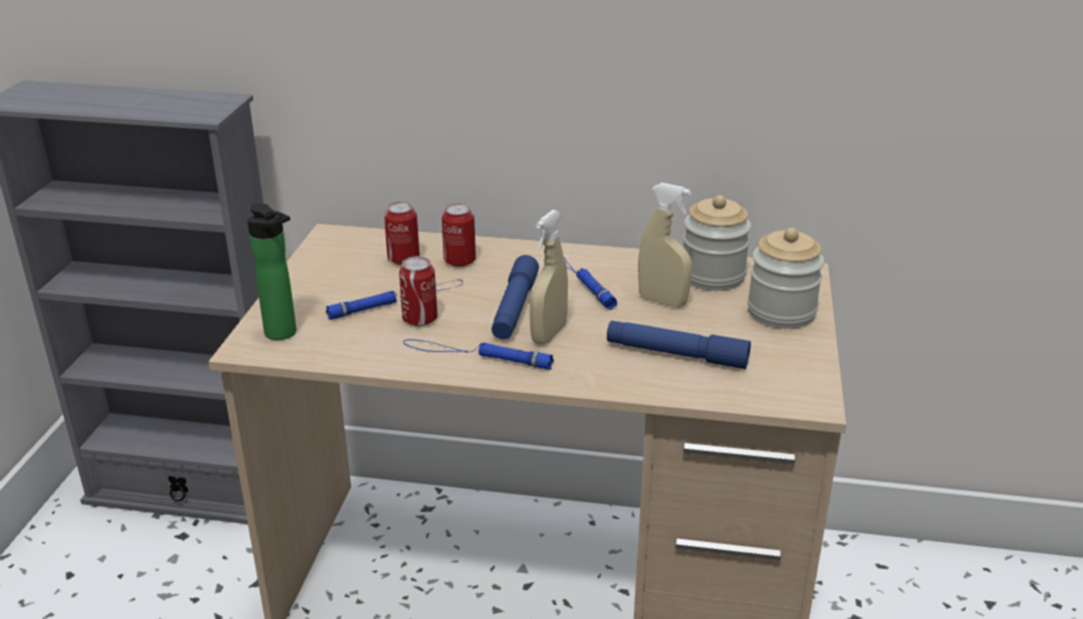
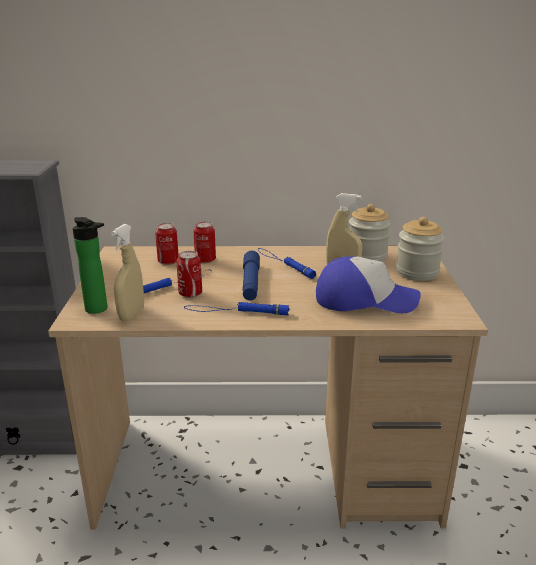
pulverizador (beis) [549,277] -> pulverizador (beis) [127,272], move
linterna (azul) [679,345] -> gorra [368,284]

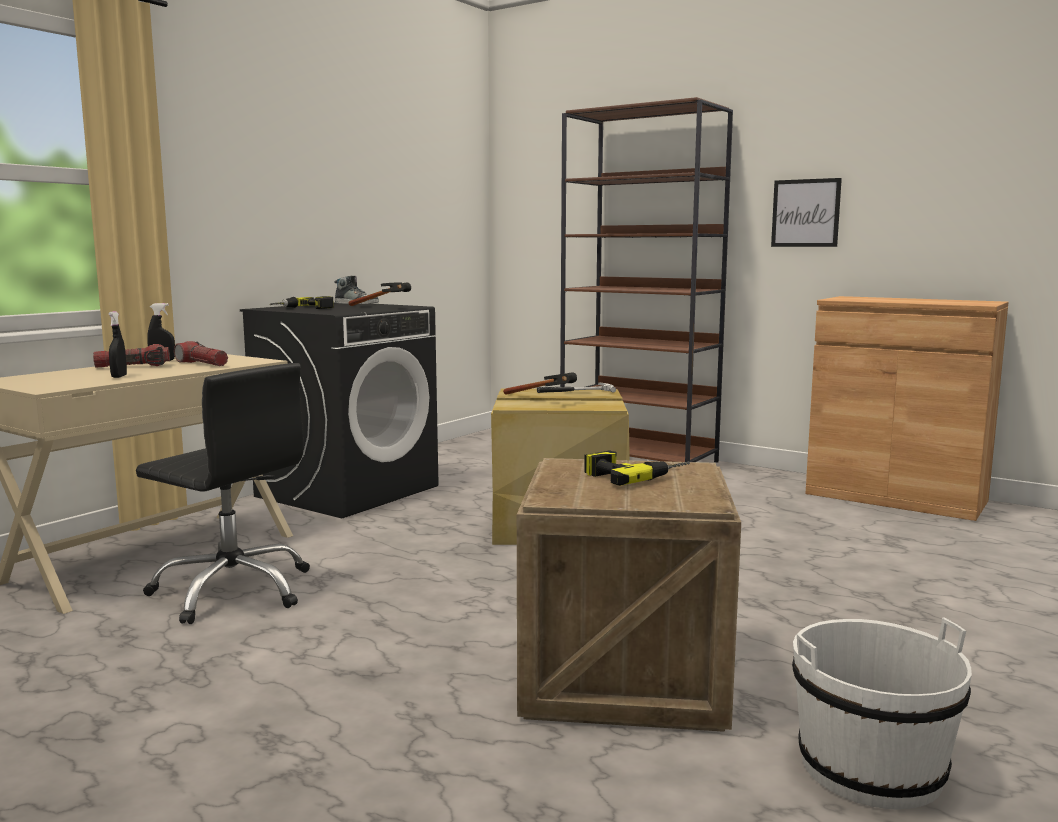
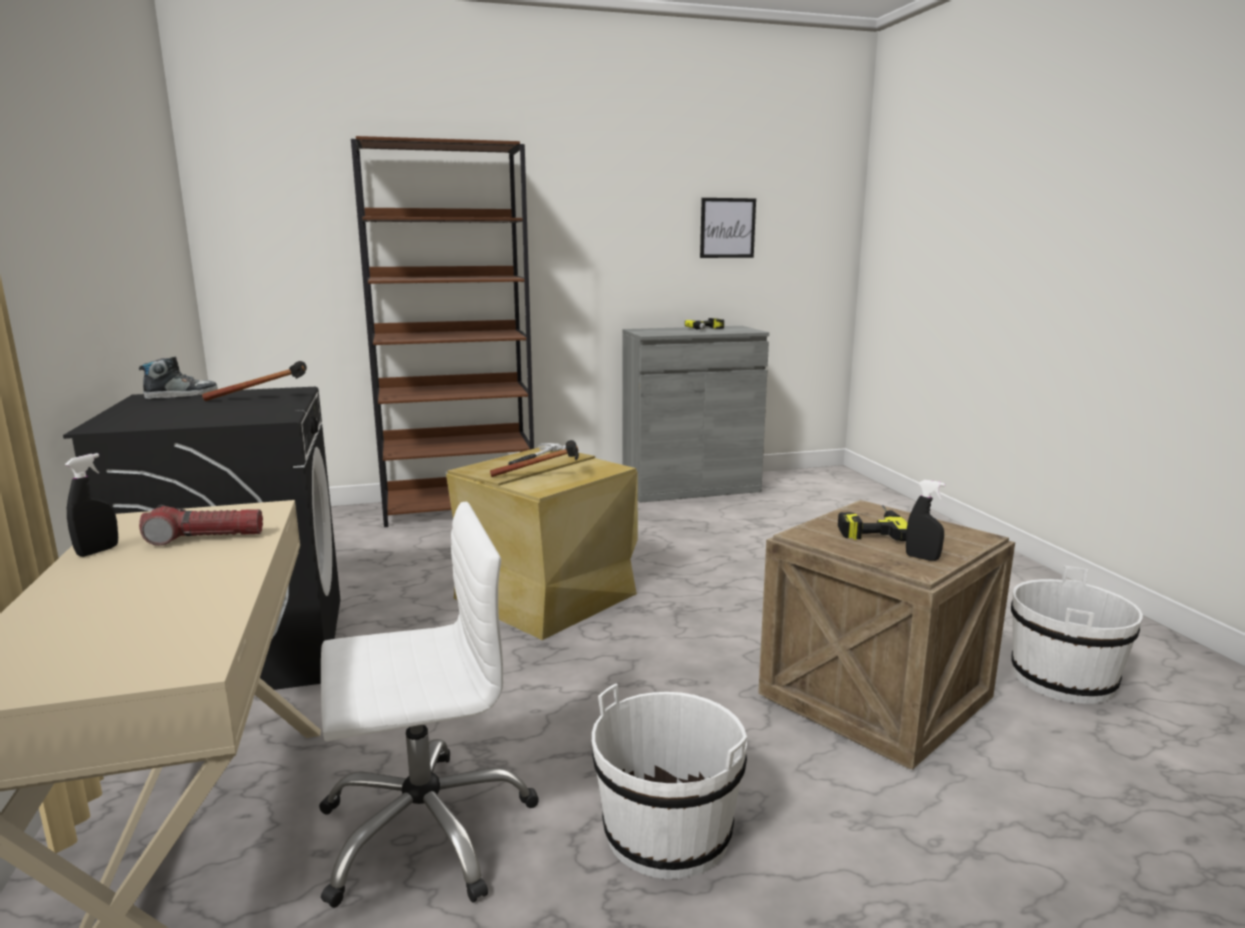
silla de oficina (negro) [223,493] -> silla de oficina (blanco) [429,704]
none -> cubo (blanco) [669,781]
armario (marrón) [907,408] -> armario (gris) [695,414]
taladro [302,302] -> taladro [704,324], move
cuadro [806,212] -> cuadro [728,228], move
pulverizador (negro) [117,344] -> pulverizador (negro) [925,520], move
linterna [131,356] -> none

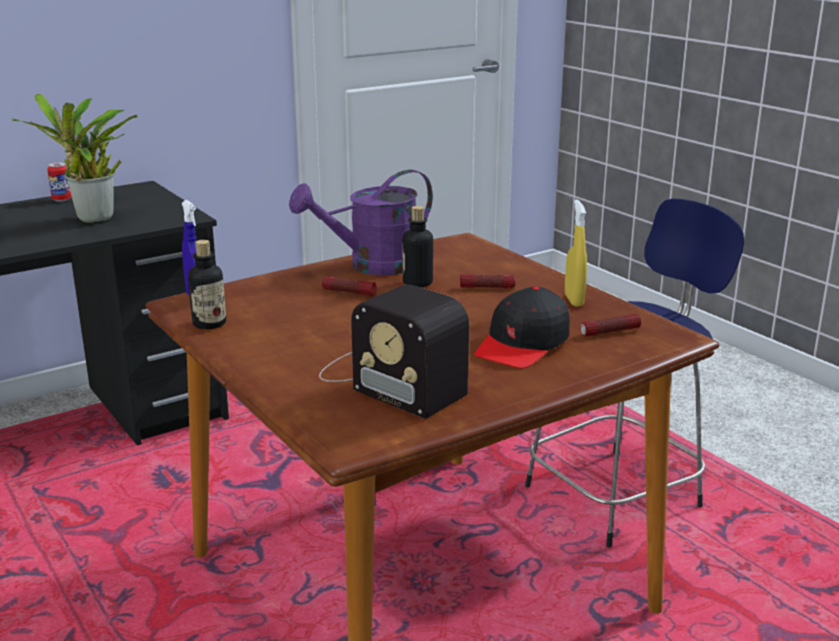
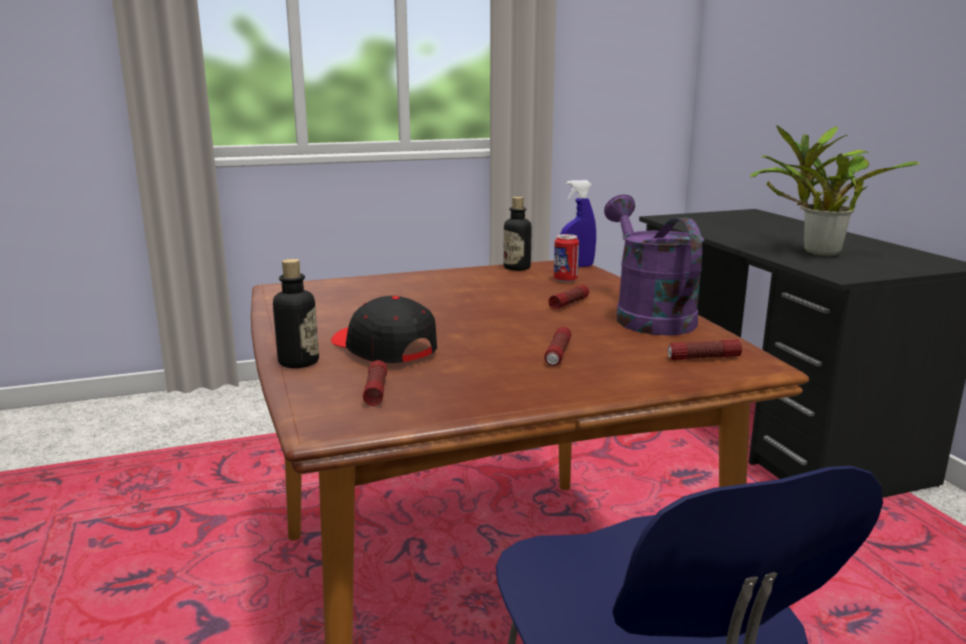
botella [418,246] -> botella [296,313], move
lata [59,182] -> lata [566,258], move
none -> linterna [705,349]
radio [394,351] -> none
pulverizador (amarillo) [576,253] -> none

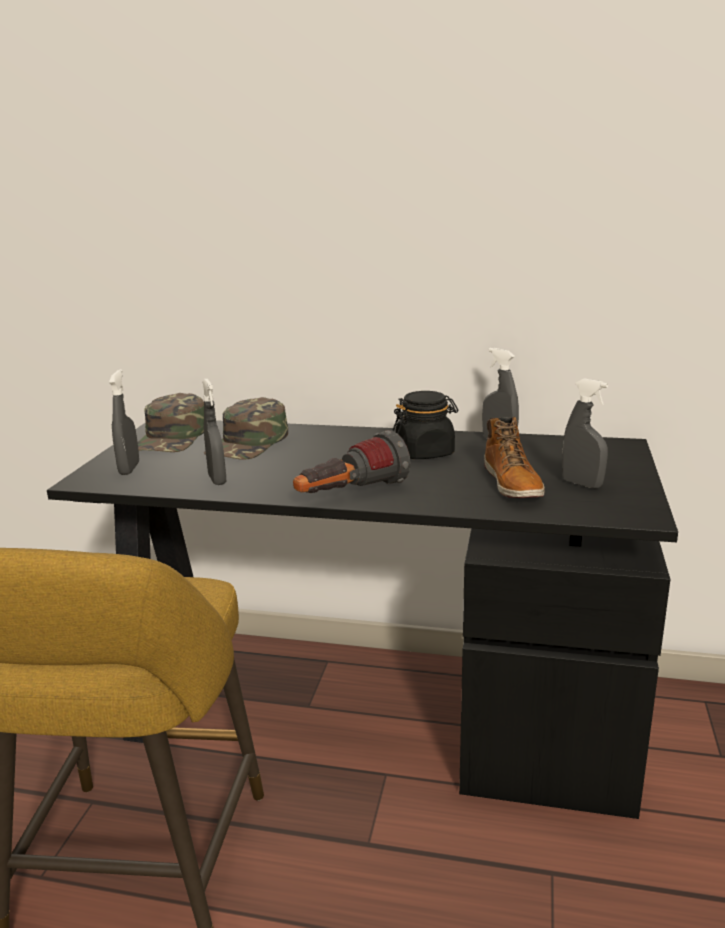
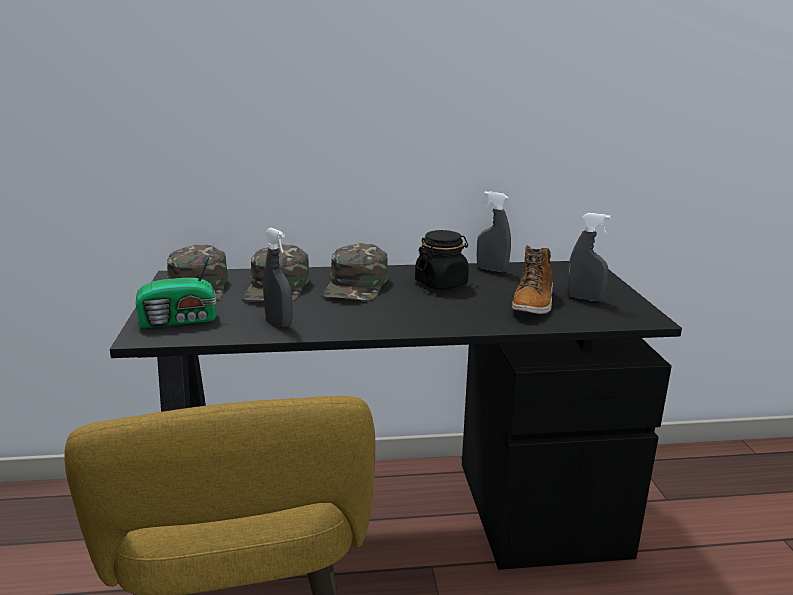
pulverizador (gris) [124,422] -> radio [176,286]
none -> gorra (verde) [355,272]
bota [514,457] -> bota [532,280], 45 degrees clockwise
linterna [352,461] -> none

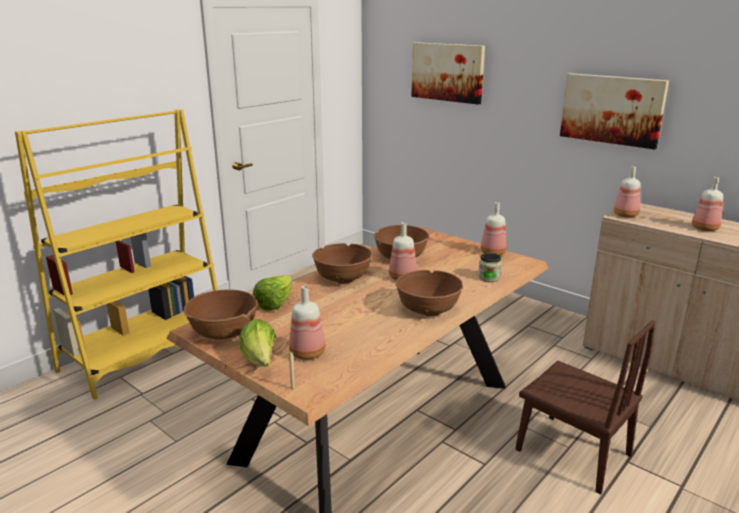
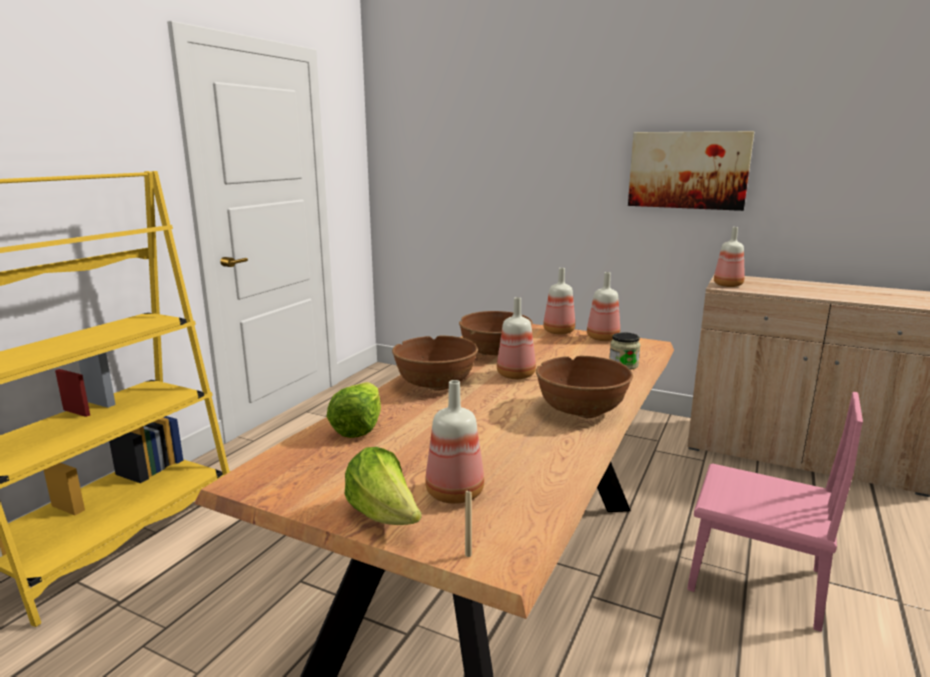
botella [707,204] -> botella [559,301], move
silla (marrón) [586,407] -> silla (rosa) [775,512]
cuenco (marrón) [221,314] -> none
cuadro [448,73] -> none

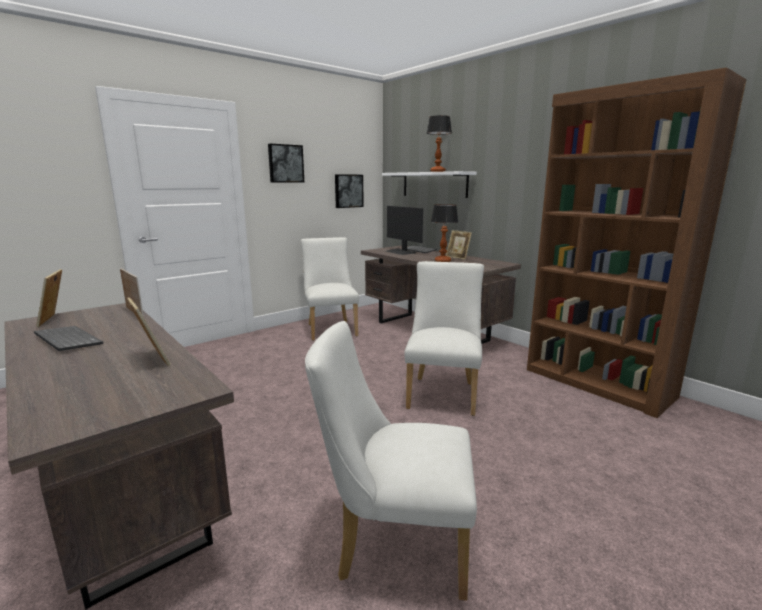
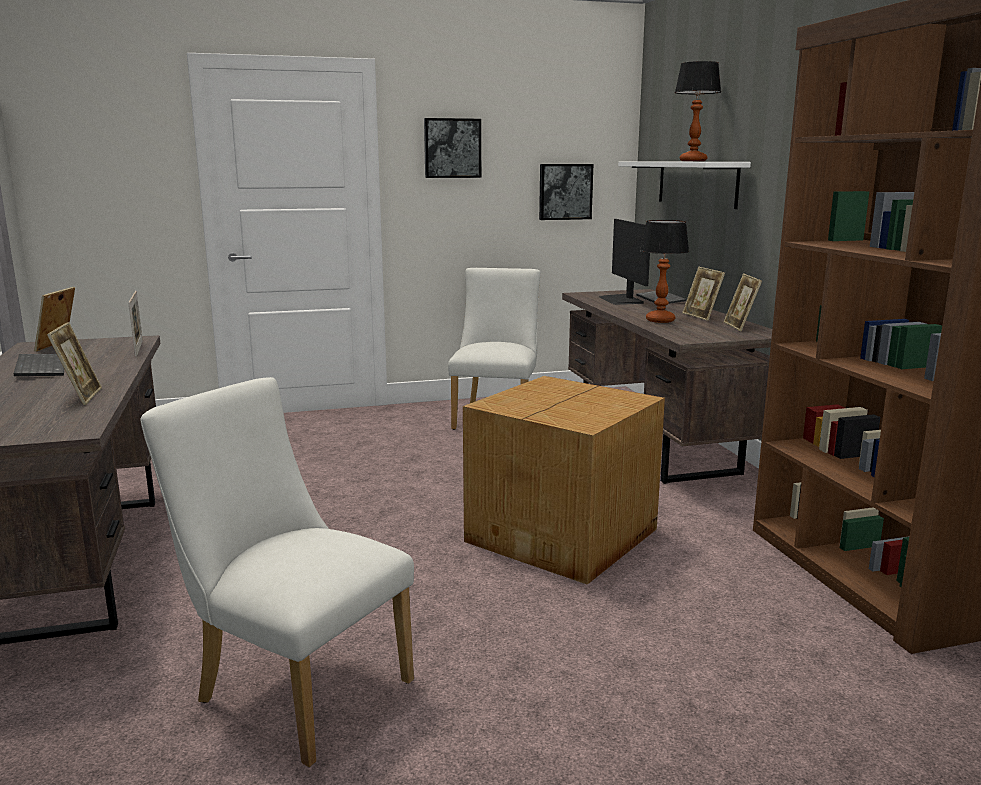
silla (blanco) [444,338] -> caja de cartón [564,480]
none -> portarretratos [743,302]

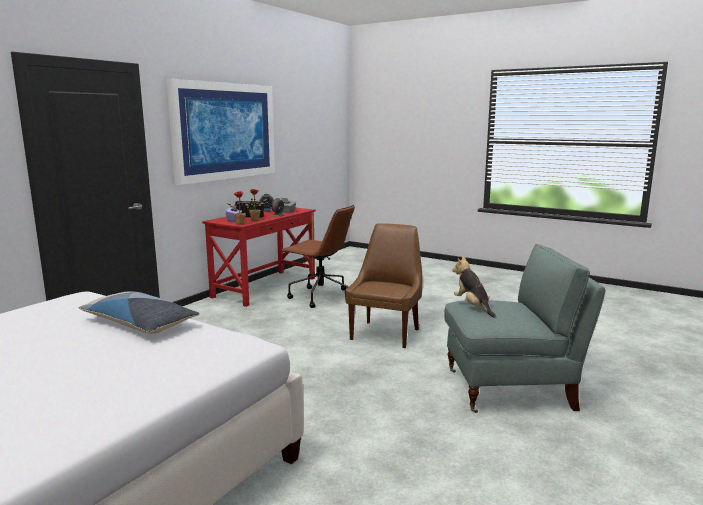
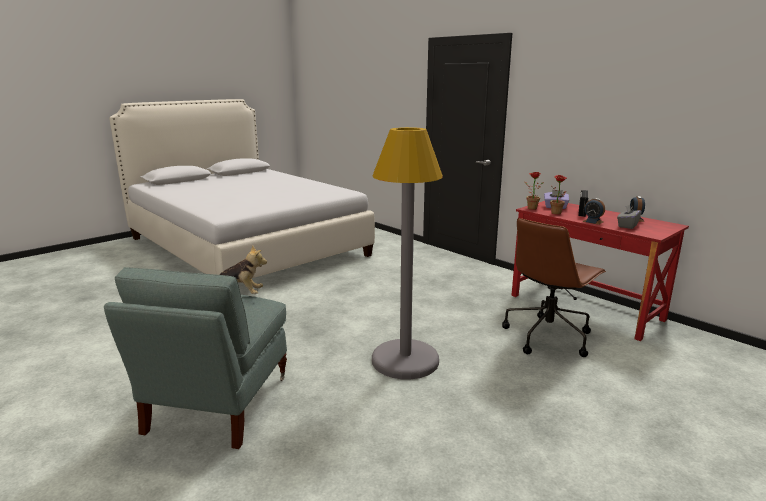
silla (marrón) [384,285] -> lámpara de pie (gris) [407,253]
cojín [138,312] -> none
cuadro [221,132] -> none

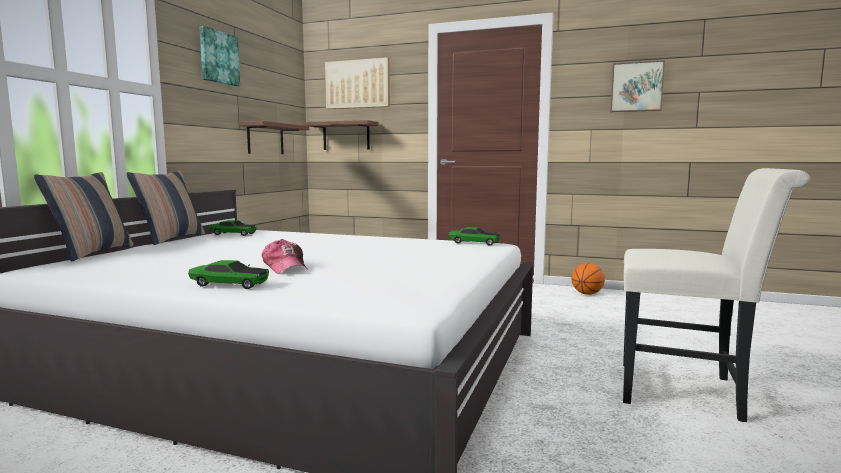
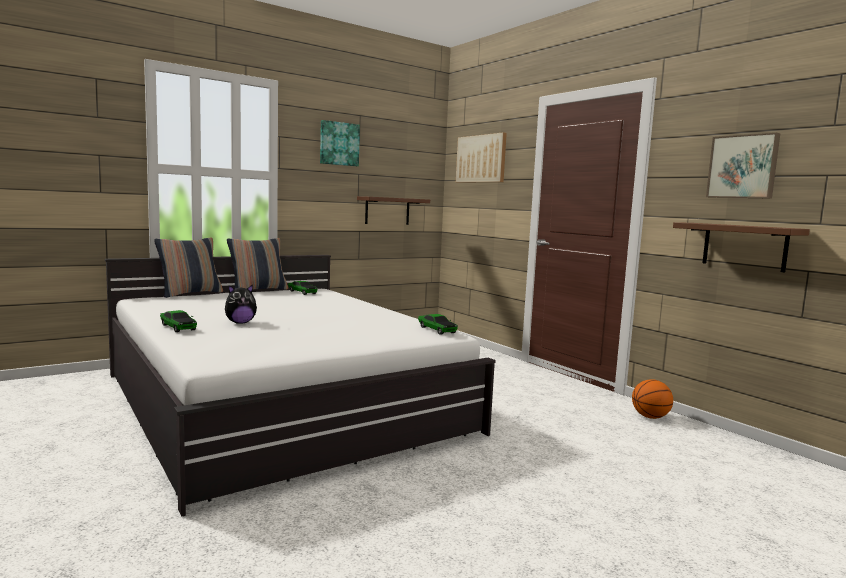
gorra [284,256] -> peluche [241,304]
estante (marrón) [340,135] -> estante (marrón) [741,247], move
silla (blanco) [716,295] -> none

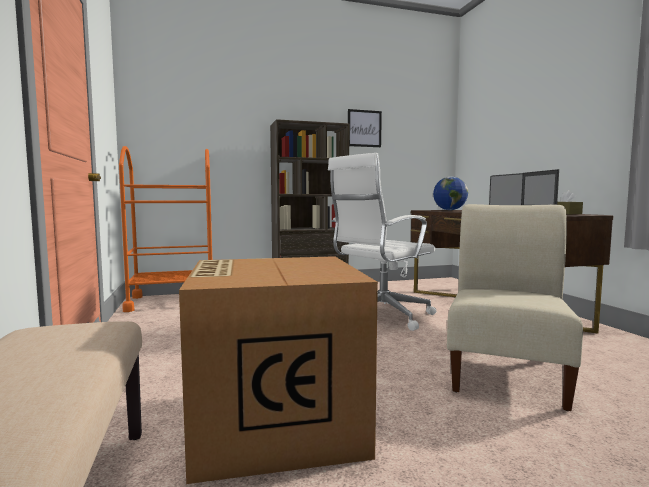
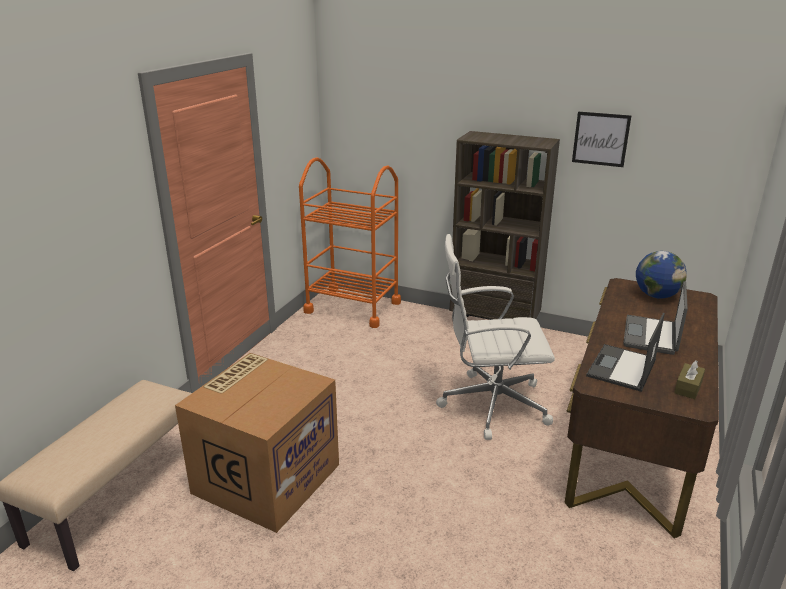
silla (beis) [515,307] -> none

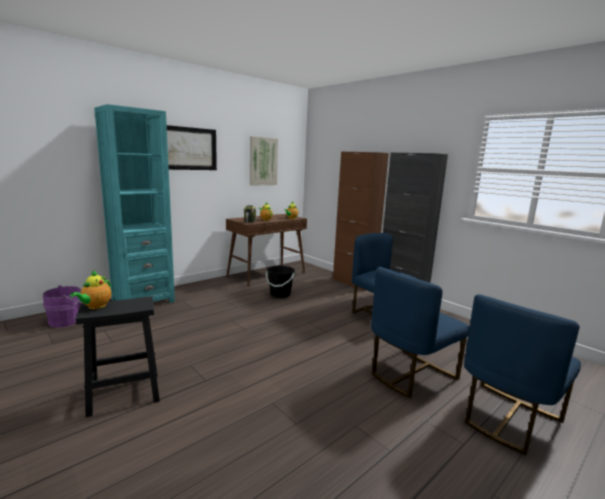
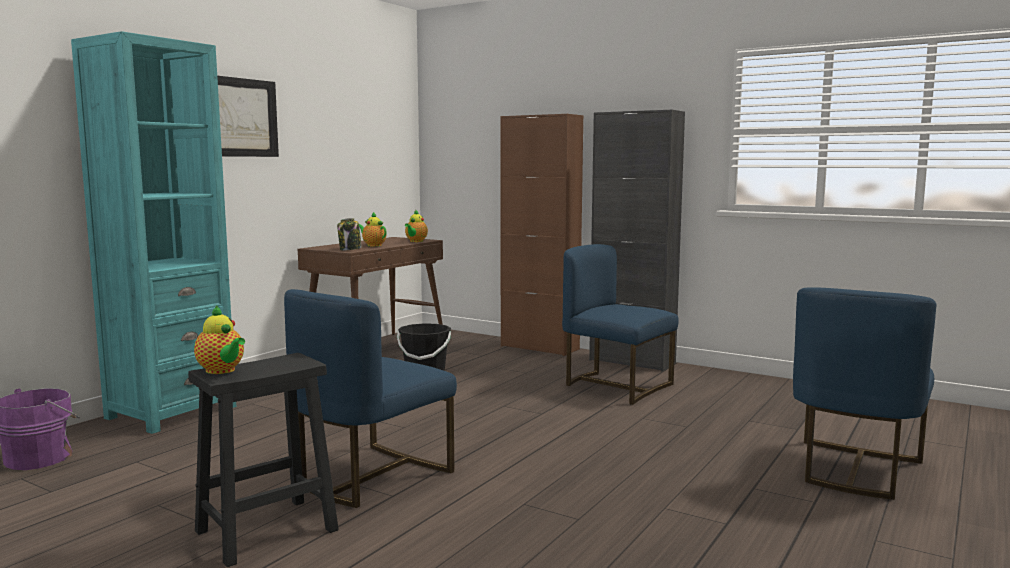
tetera [90,289] -> tetera [219,340], 45 degrees counterclockwise
silla (azul) [420,332] -> silla (azul) [370,398], move
cuadro [264,161] -> none

